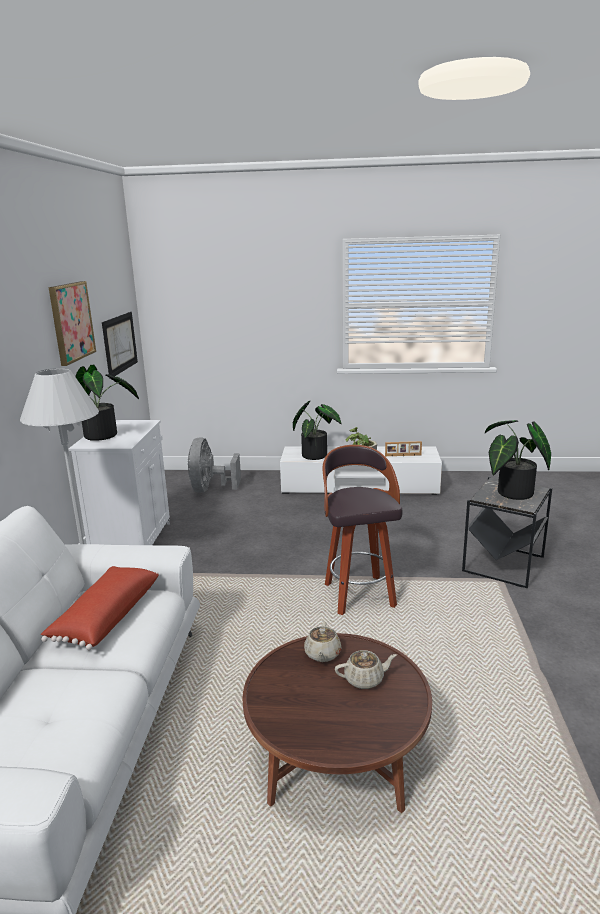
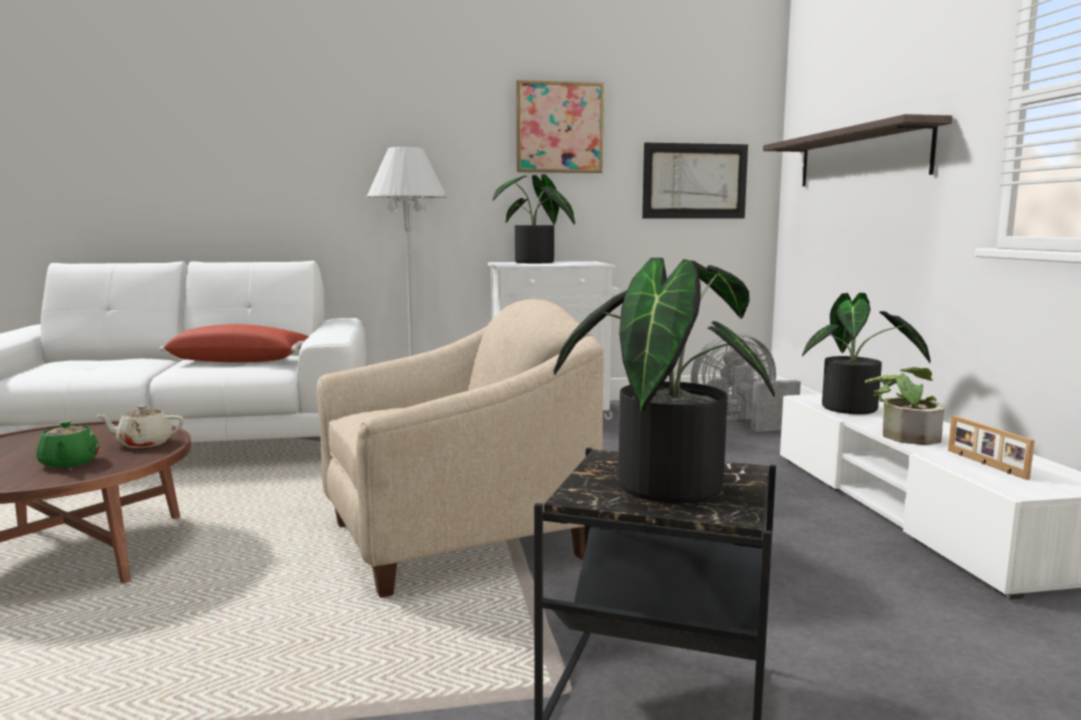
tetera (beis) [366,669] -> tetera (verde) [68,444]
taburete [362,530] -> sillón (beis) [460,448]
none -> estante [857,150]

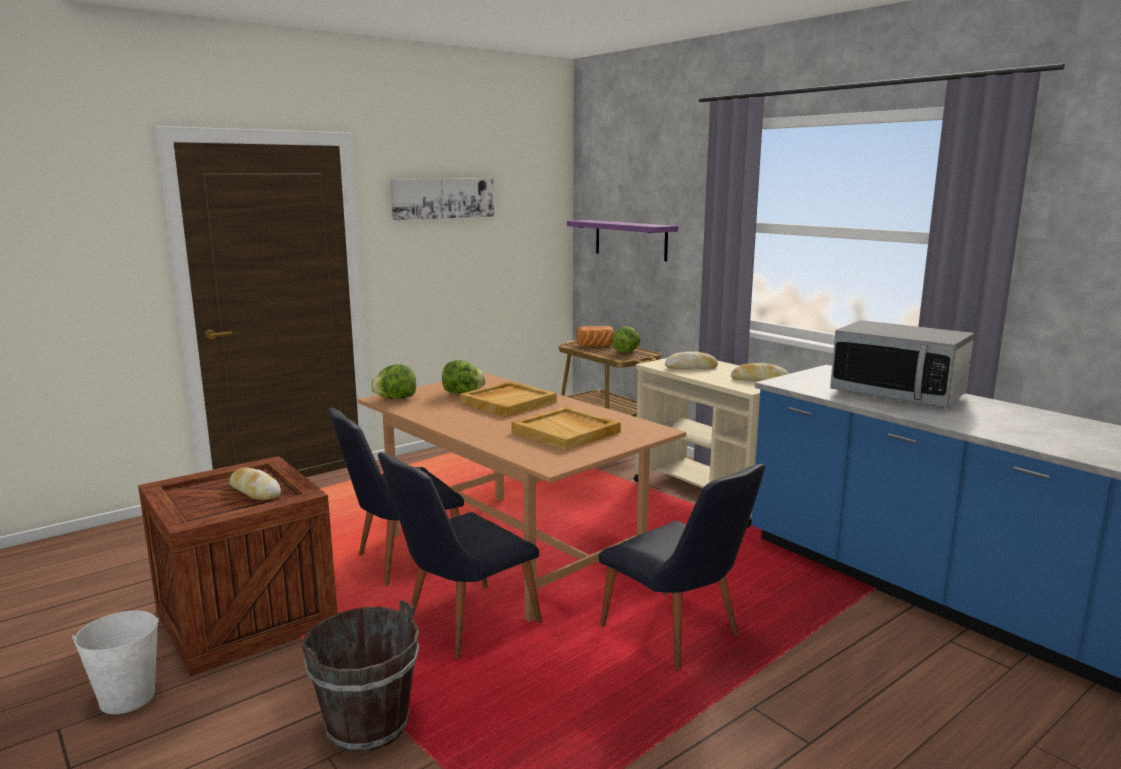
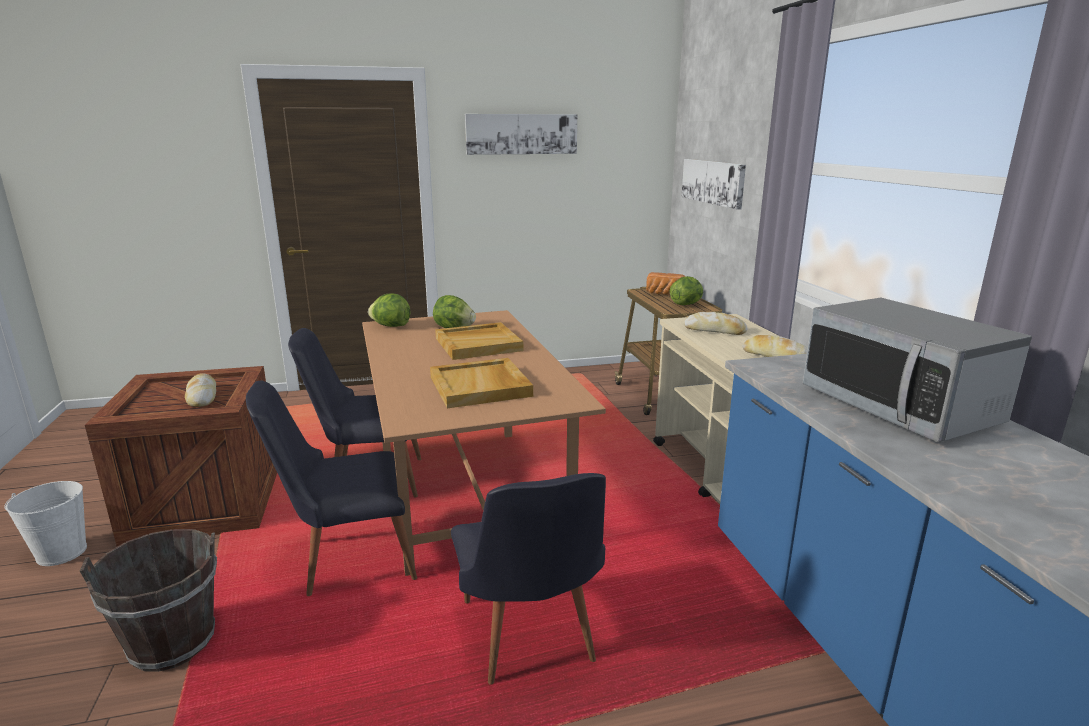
estante (morado) [622,240] -> cuadro [713,184]

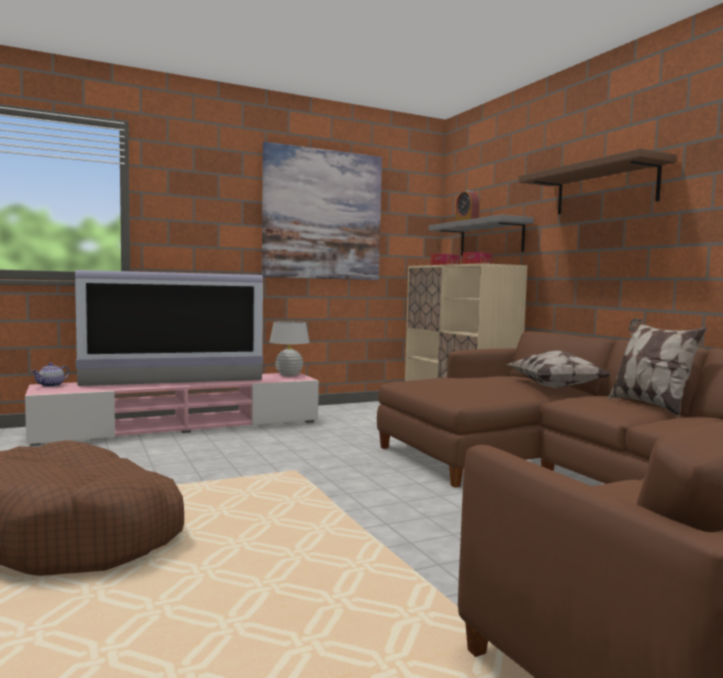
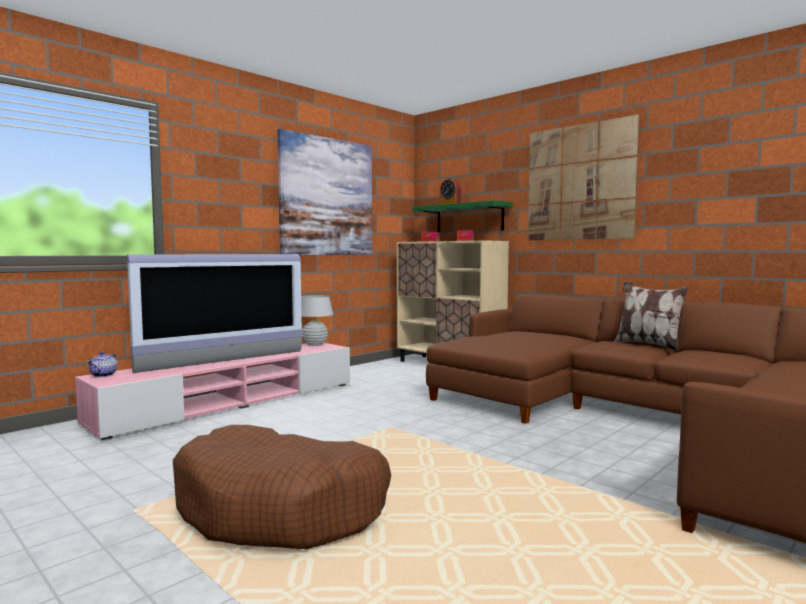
estante (gris) [481,235] -> estante (verde) [463,216]
estante (marrón) [597,181] -> cuadro [584,177]
cojín [559,369] -> none

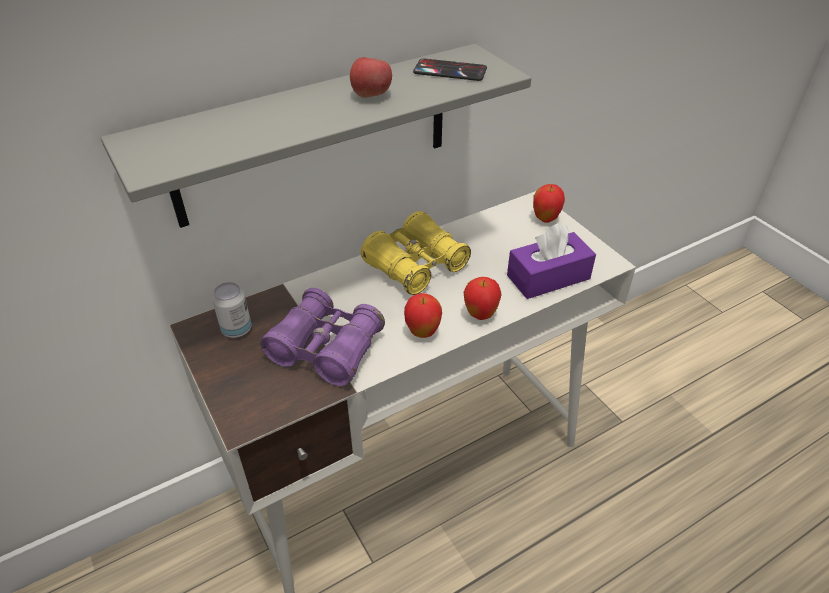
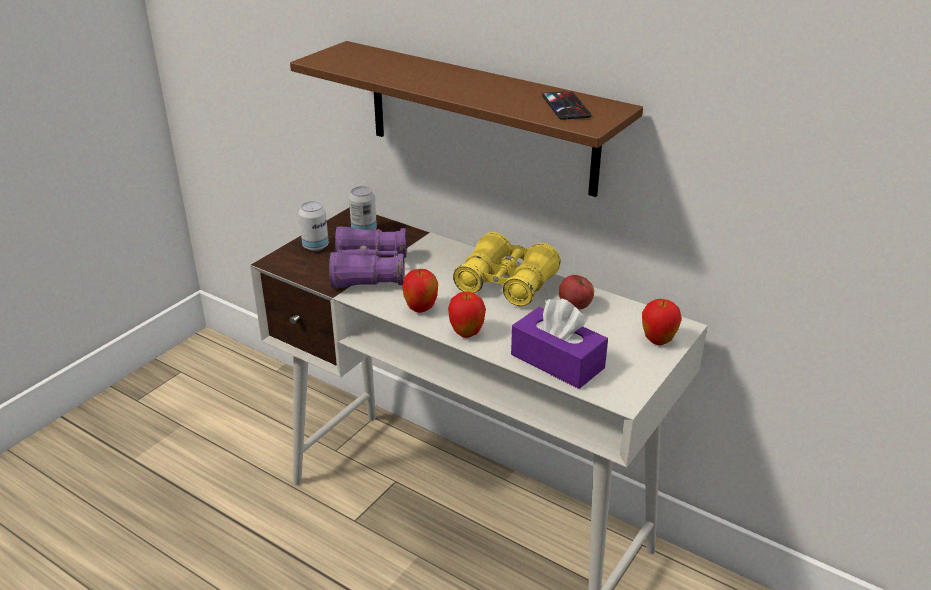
estante (gris) [316,136] -> estante (marrón) [466,119]
none -> lata [314,226]
manzana [371,77] -> manzana [576,292], move

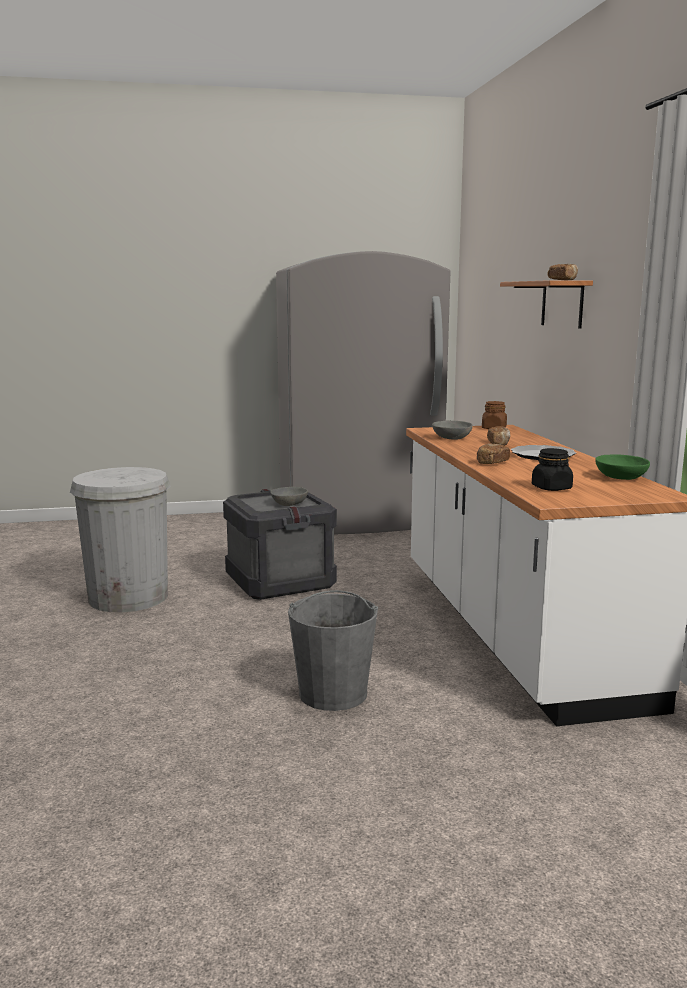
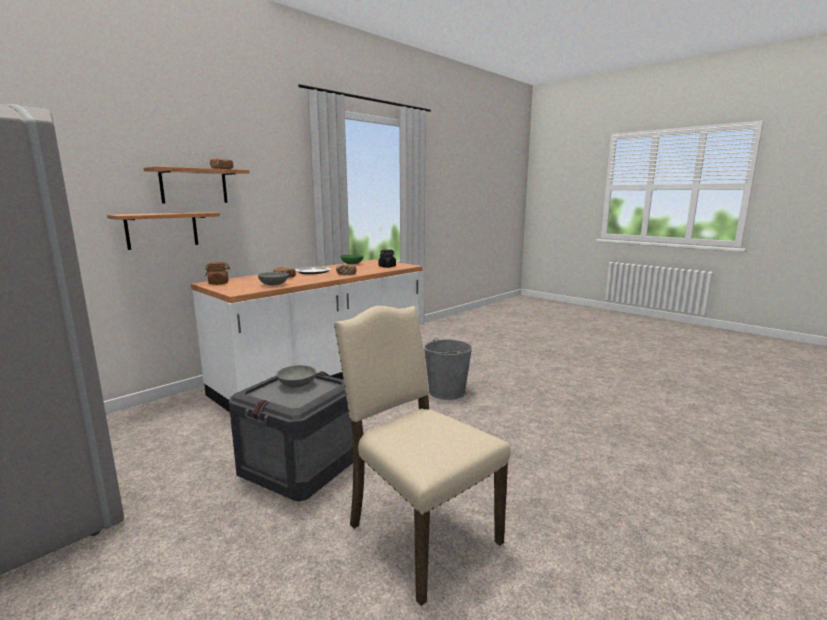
none -> estante [163,231]
papelera (blanco) [120,539] -> silla (beis) [422,456]

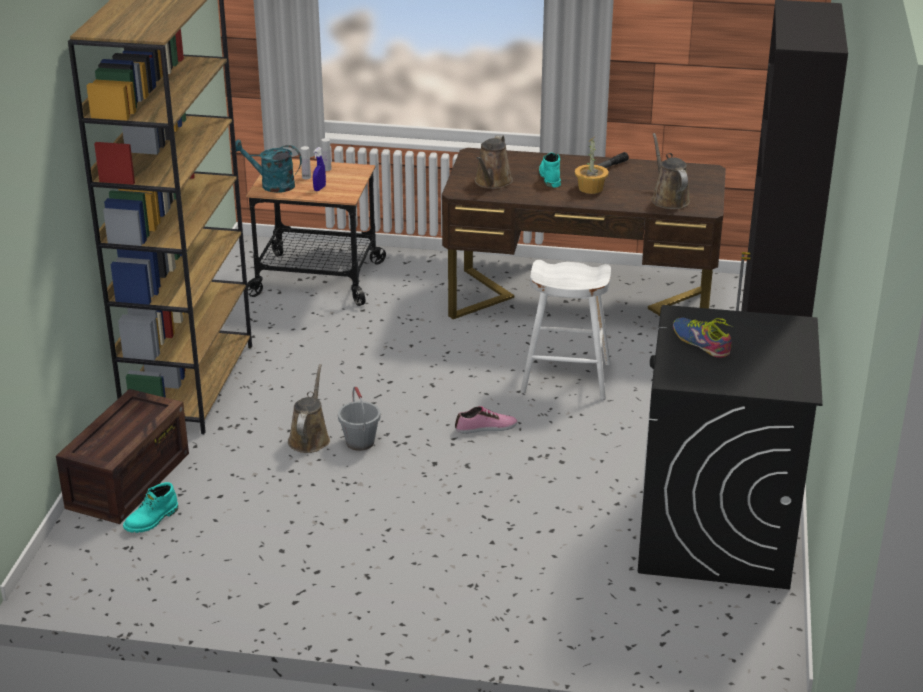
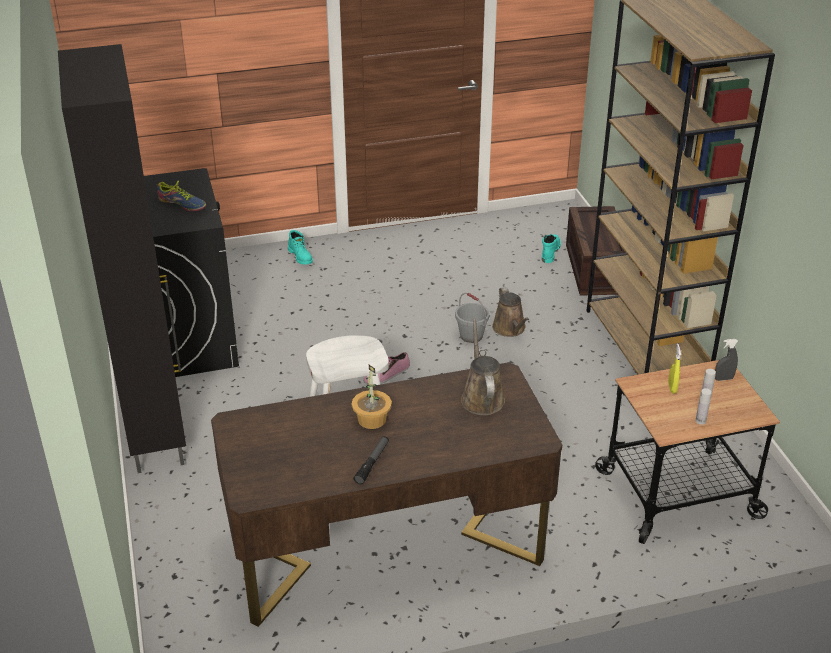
bota (turquesa) [550,170] -> bota (turquesa) [300,247], move
pulverizador (azul) [319,169] -> pulverizador (amarillo) [674,368]
regadera (turquesa) [266,166] -> pulverizador (gris) [726,360]
regadera (marrón) [670,171] -> none

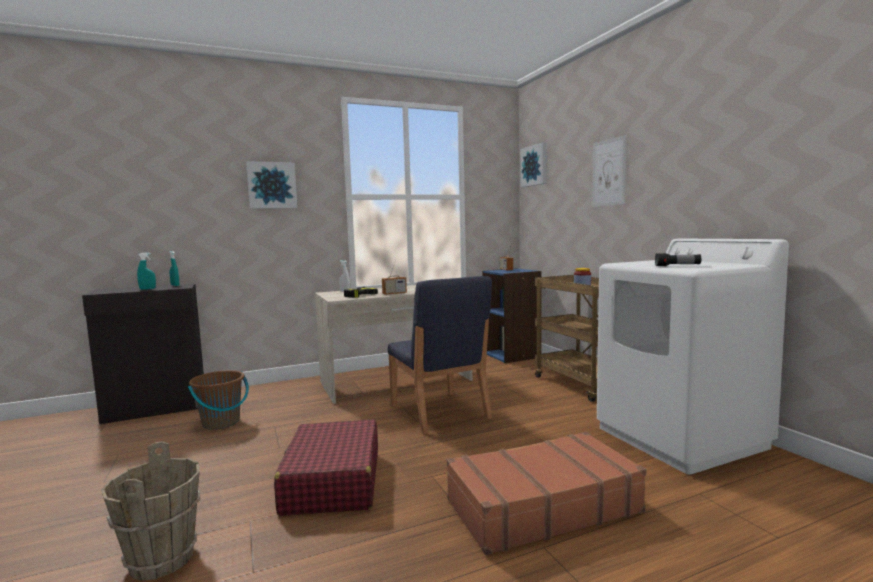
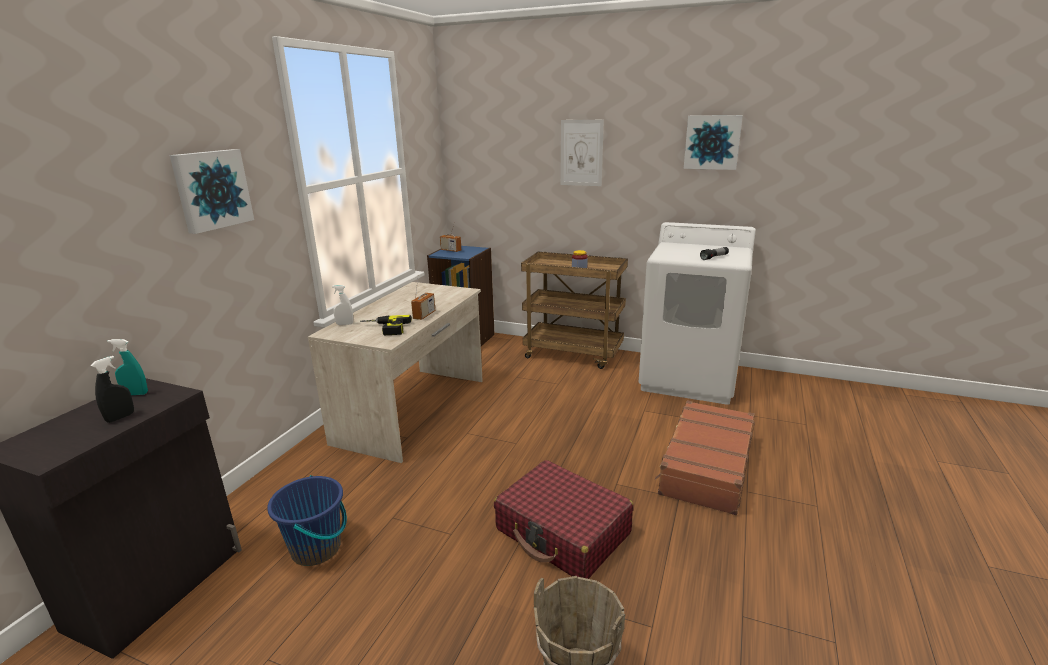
pulverizador (turquesa) [146,271] -> pulverizador (negro) [112,389]
cubo (marrón) [218,399] -> cubo (azul) [307,520]
cuadro [533,164] -> cuadro [713,142], move
silla (azul) [440,355] -> none

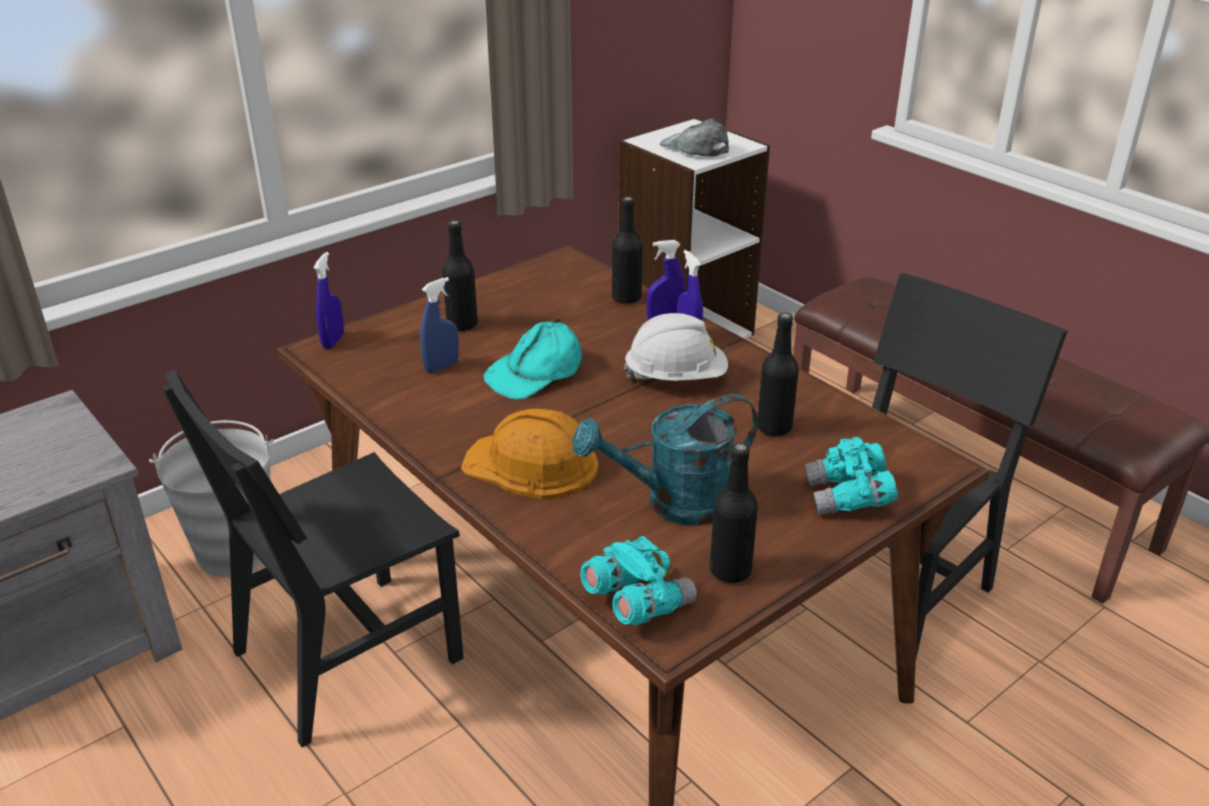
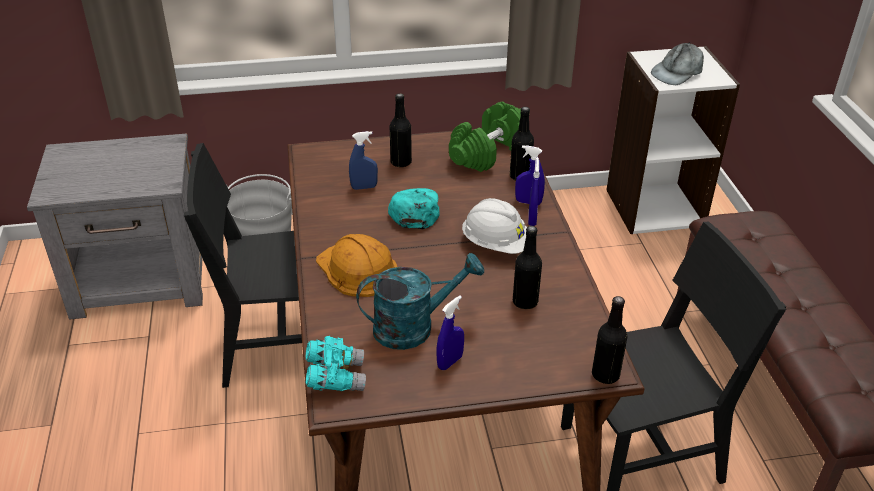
regadera (turquesa) [665,460] -> regadera (turquesa) [420,301], 150 degrees clockwise
gorra (turquesa) [533,359] -> gorra (turquesa) [414,208], 105 degrees clockwise
pulverizador (azul) [329,300] -> pulverizador (azul) [450,333], move
none -> mancuerna (verde) [485,137]
botella (negro) [734,513] -> botella (negro) [609,340], move
gorra (gris) [694,137] -> gorra (gris) [677,63], 120 degrees counterclockwise
prismáticos (turquesa) [851,476] -> none

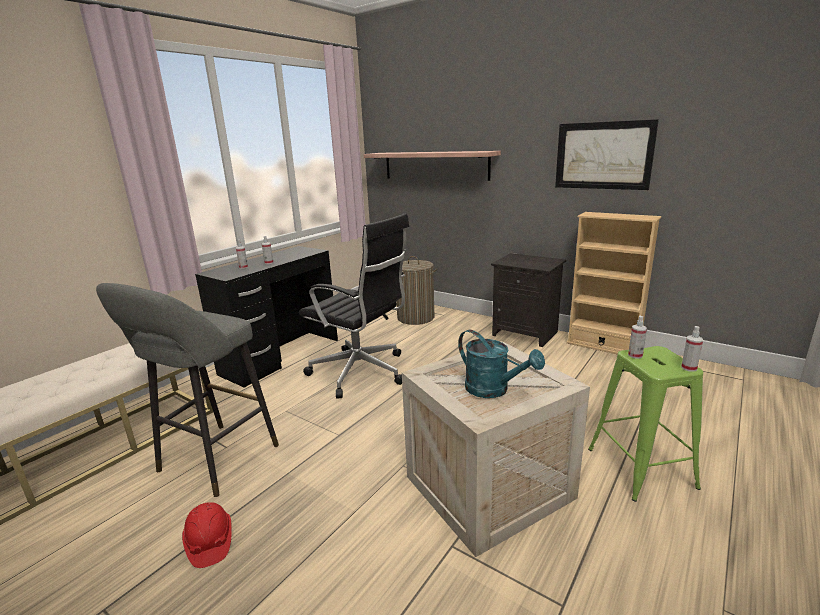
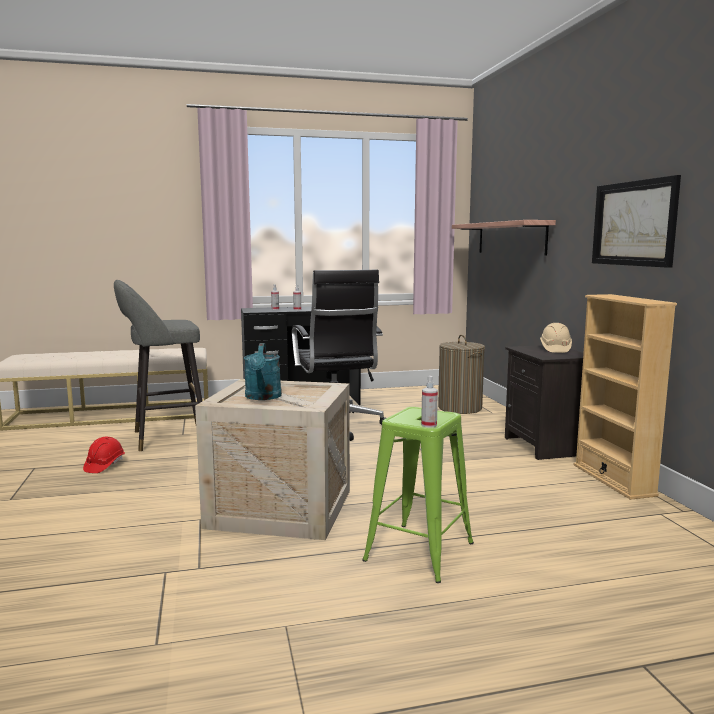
none -> casco (beis) [556,338]
pulverizador [637,337] -> none

